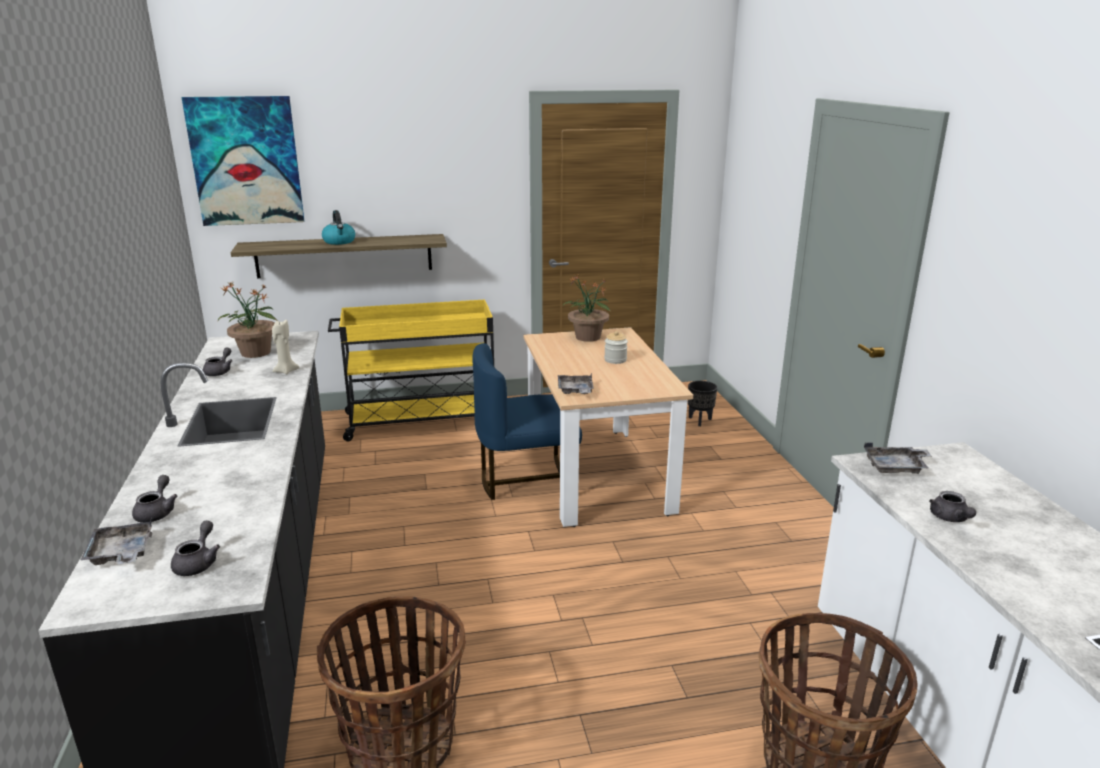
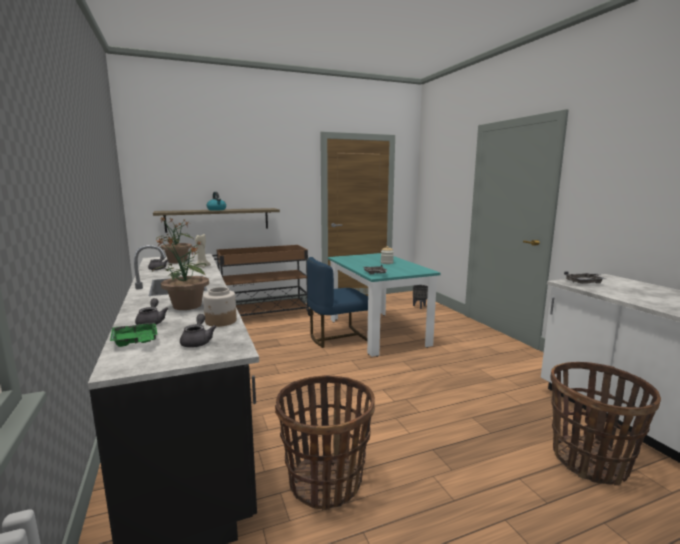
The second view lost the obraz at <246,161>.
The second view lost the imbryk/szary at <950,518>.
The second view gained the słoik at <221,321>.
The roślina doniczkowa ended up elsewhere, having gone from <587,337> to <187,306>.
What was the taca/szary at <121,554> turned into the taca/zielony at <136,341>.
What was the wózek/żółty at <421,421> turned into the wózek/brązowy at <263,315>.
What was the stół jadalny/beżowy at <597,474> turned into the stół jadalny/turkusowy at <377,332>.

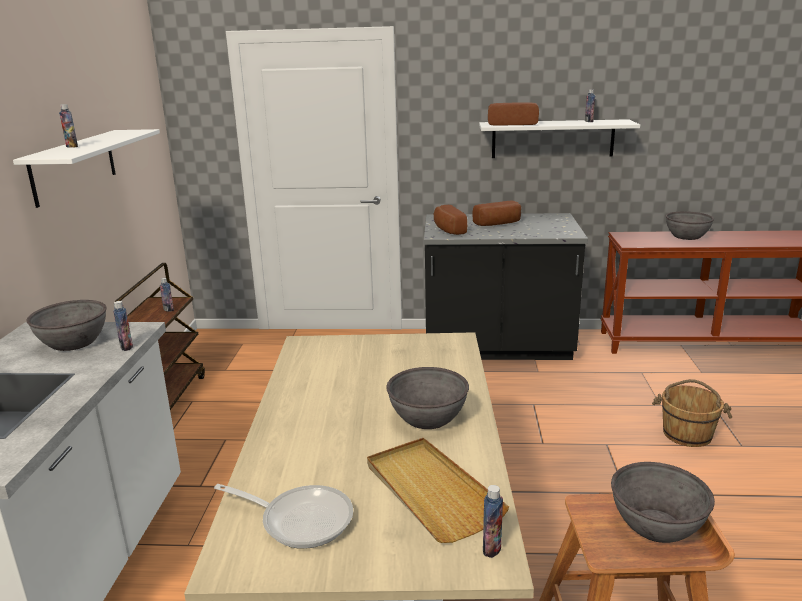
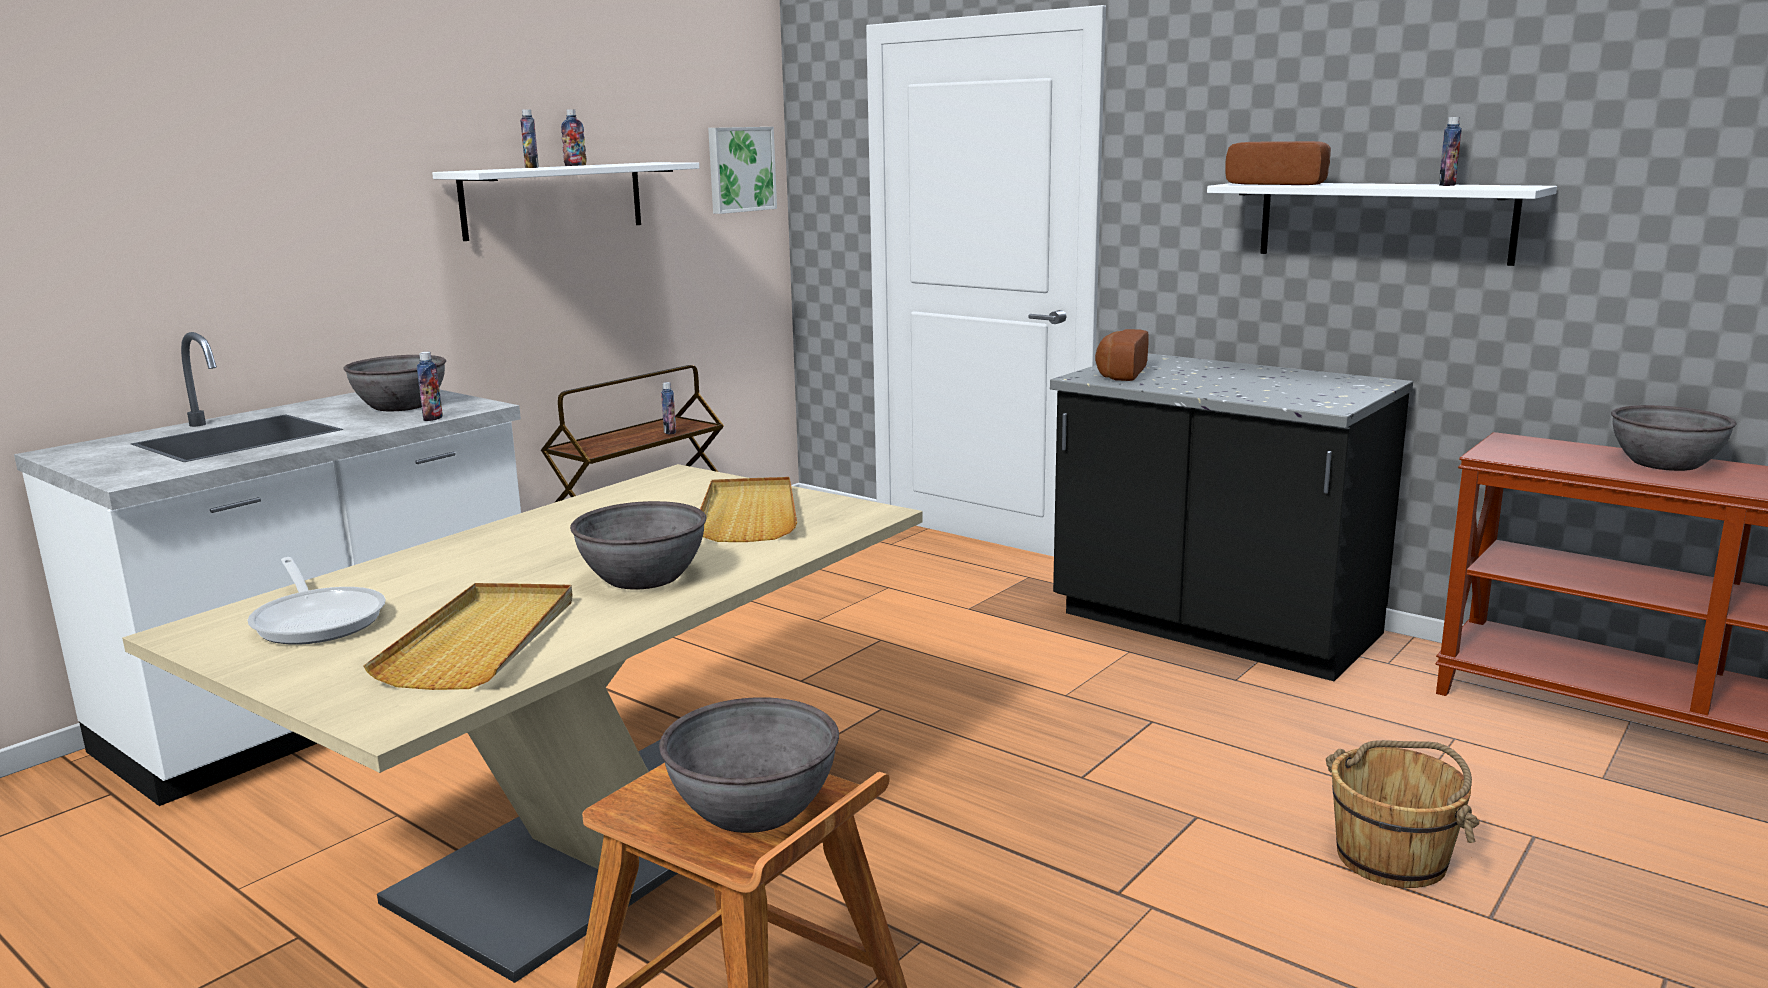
The second view lost the chleb at <499,224>.
The second view gained the taca/beżowy at <749,514>.
The second view gained the obraz at <740,169>.
The butelka ended up elsewhere, having gone from <492,548> to <575,165>.

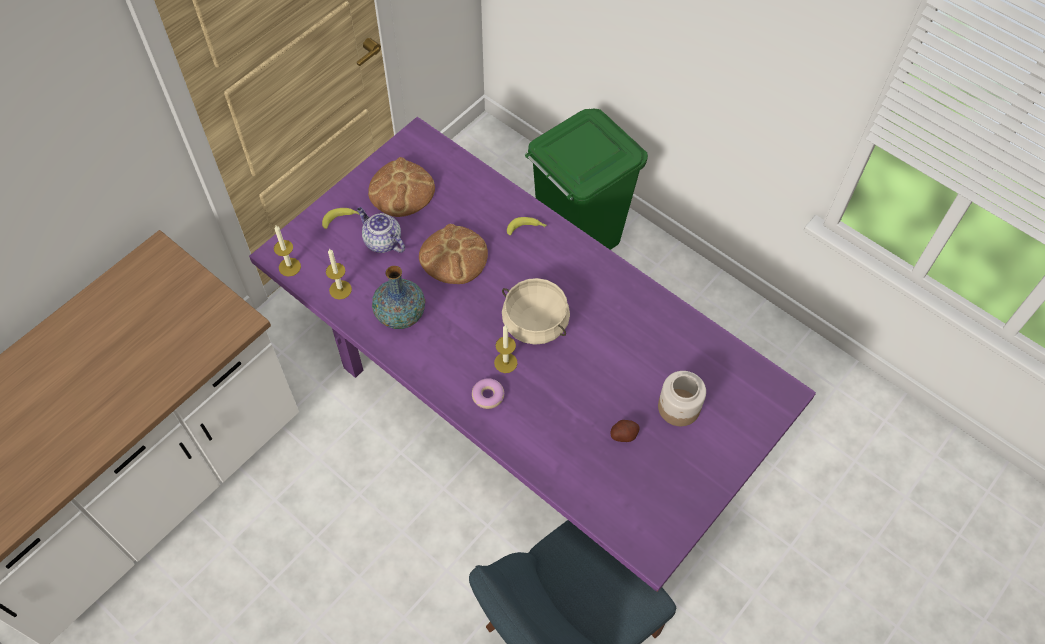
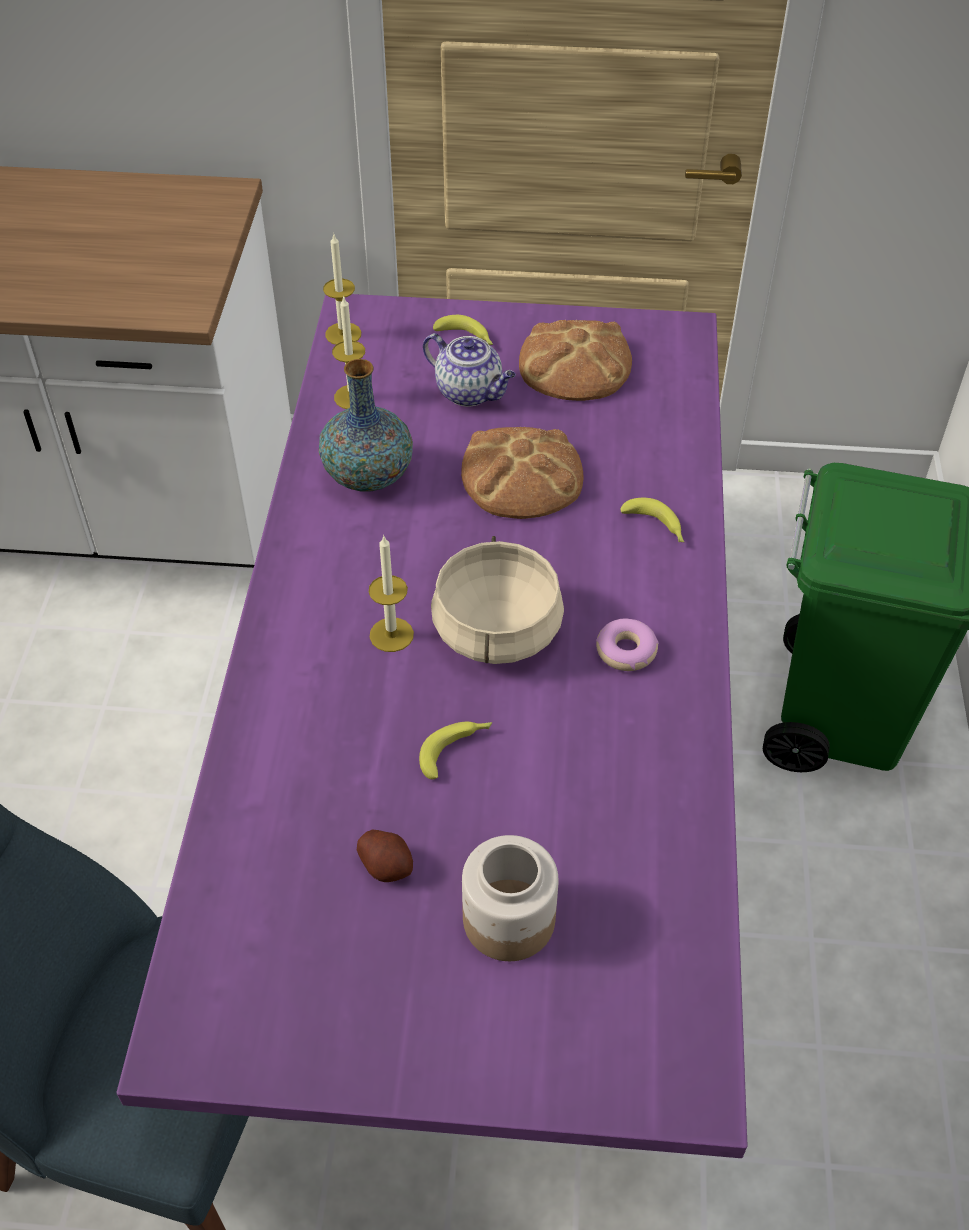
The second view gained the banan at <456,750>.
The donut ended up elsewhere, having gone from <488,396> to <626,651>.
The imbryk at <382,241> ended up facing another way, 120 degrees clockwise from before.

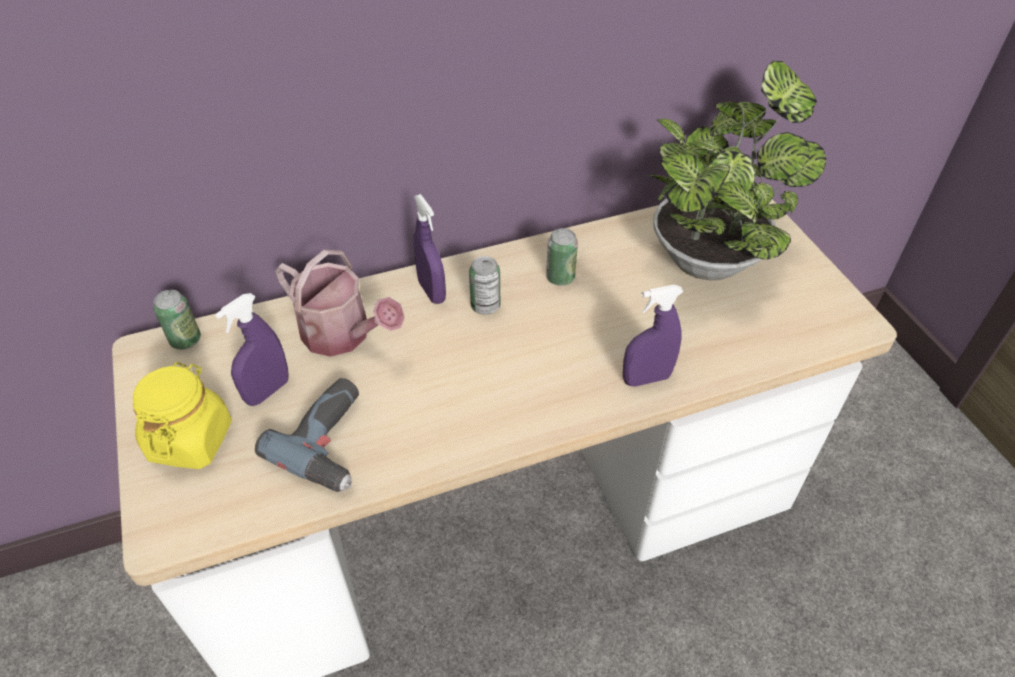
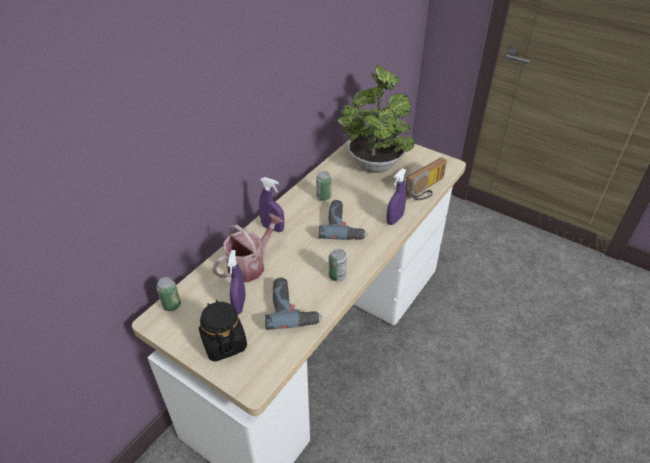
The second view gained the wiertarka at <344,225>.
The second view gained the radio at <426,190>.
The puszka ended up elsewhere, having gone from <485,306> to <337,276>.
What was the słoik/żółty at <191,440> turned into the słoik/czarny at <224,343>.
The konewka at <343,335> ended up facing another way, 45 degrees counterclockwise from before.

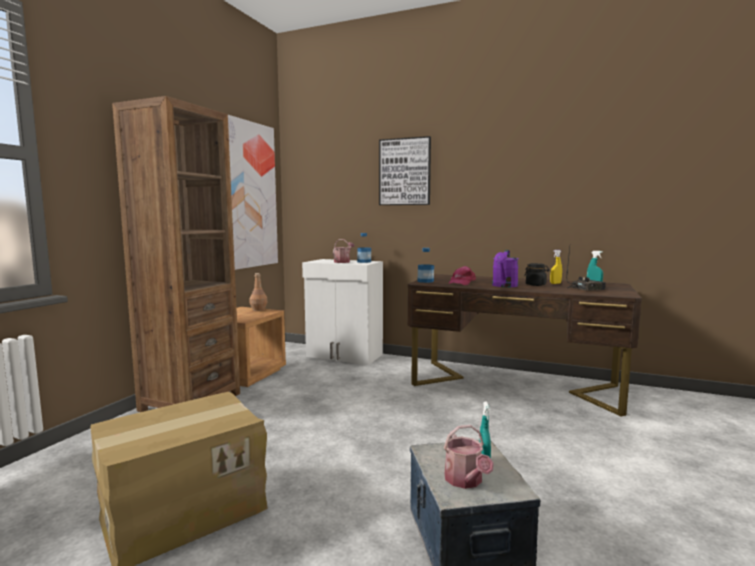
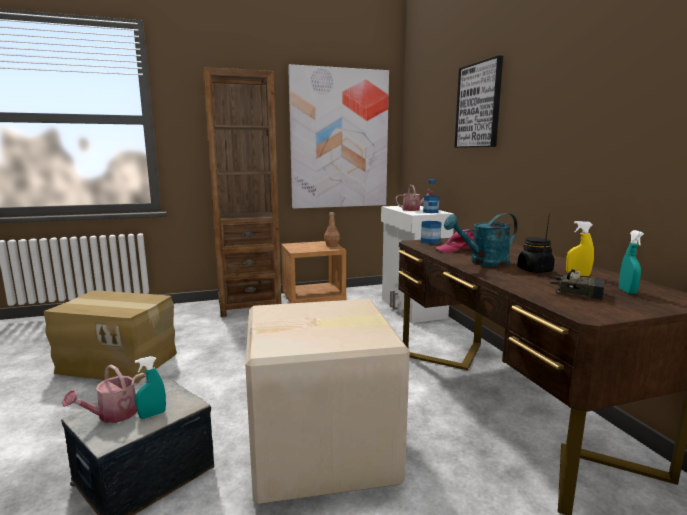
The second view gained the karton at <324,449>.
What was the konewka/fioletowy at <504,286> turned into the konewka/turkusowy at <483,263>.

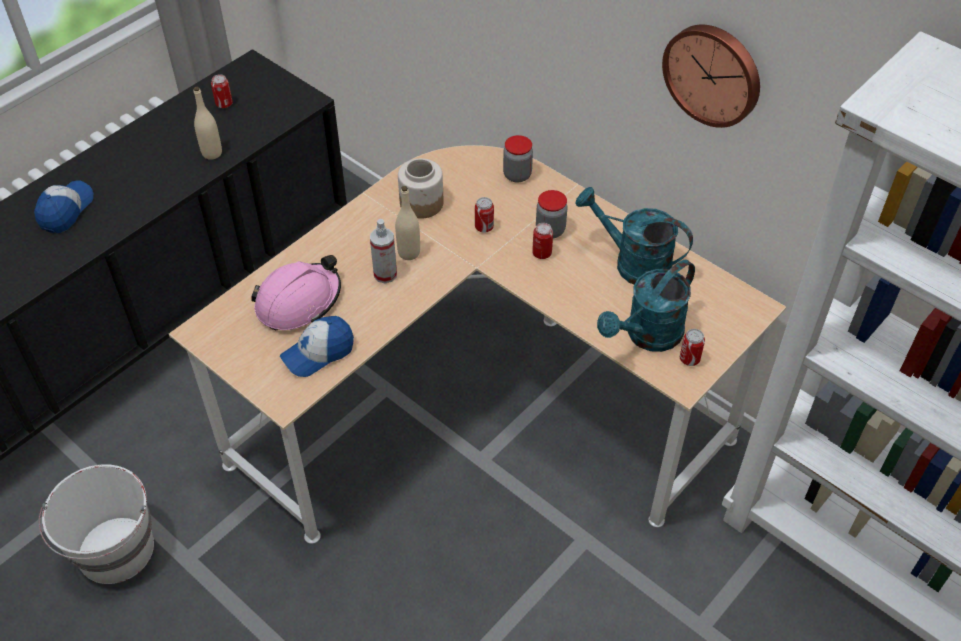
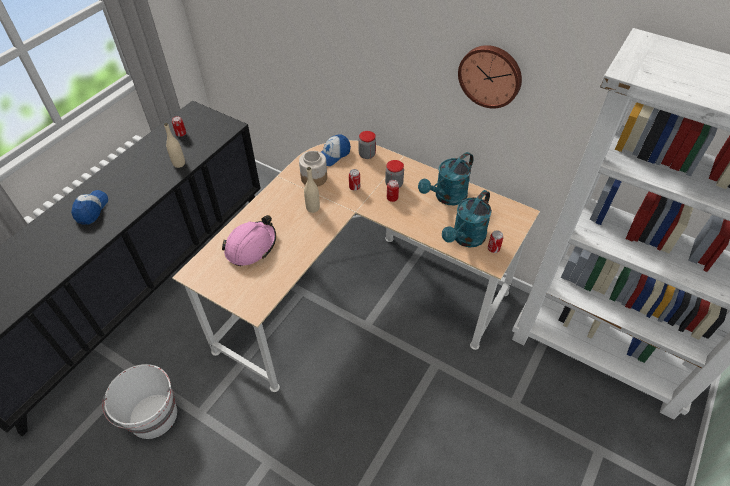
The second view lost the spryskiwacz at <385,274>.
The czapka z daszkiem ended up elsewhere, having gone from <318,353> to <333,155>.
The konewka/turkusowy at <633,263> ended up facing another way, 60 degrees counterclockwise from before.

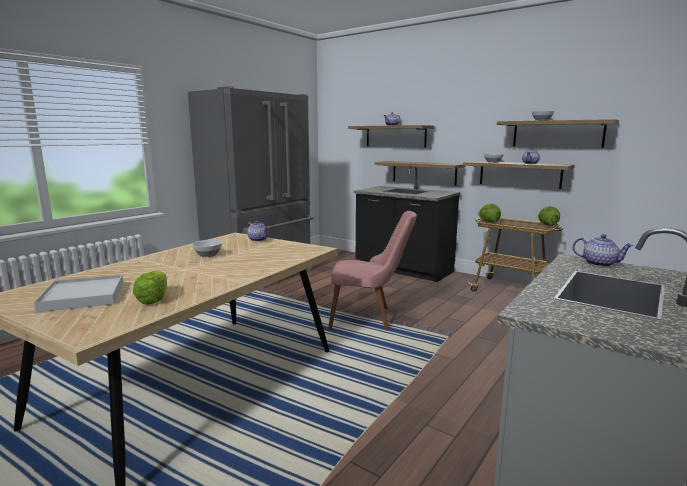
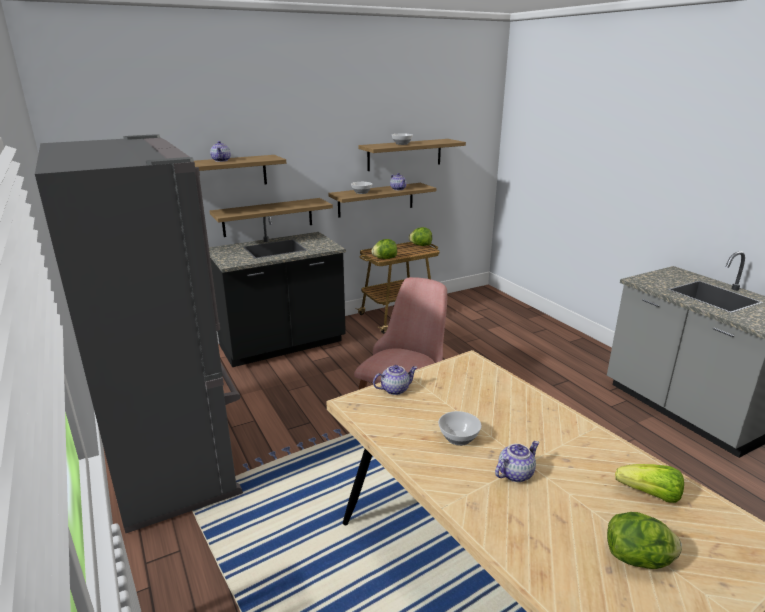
The imbryk ended up elsewhere, having gone from <599,264> to <515,473>.
Where the taca/biały stood at <83,296>, the sałata came to stand at <638,559>.

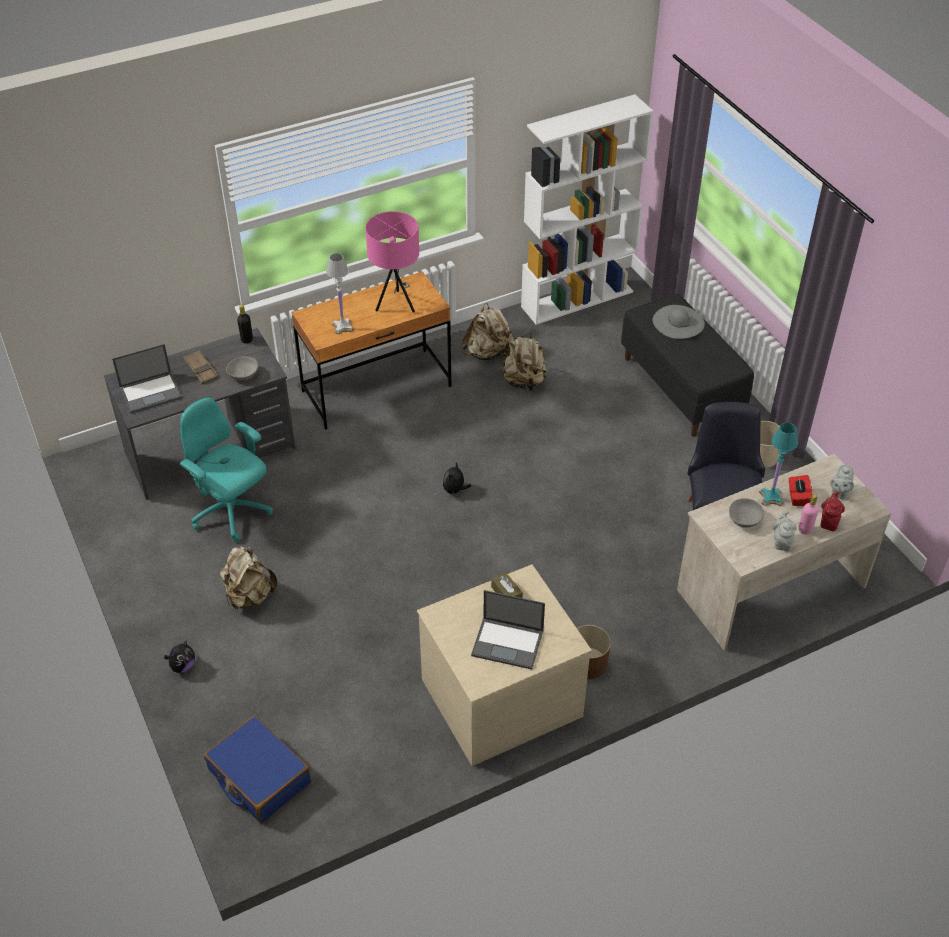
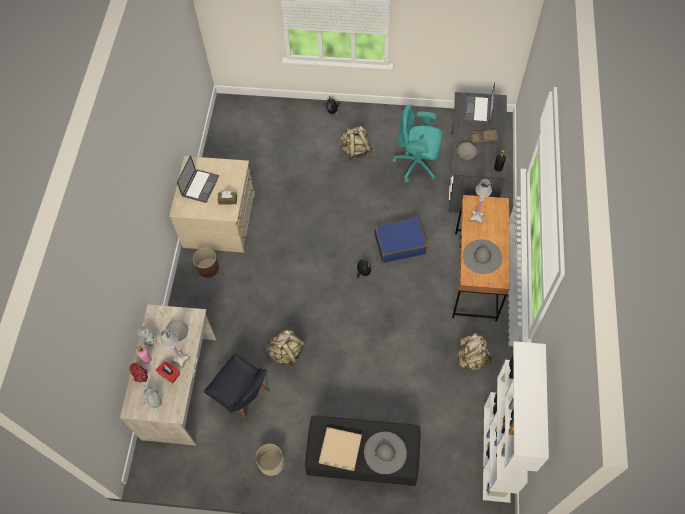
The second view gained the taca/beżowy at <340,449>.
The walizka/niebieski ended up elsewhere, having gone from <259,777> to <400,243>.
The plecak/beżowy ended up elsewhere, having gone from <524,381> to <287,352>.
Where the lampa stołowa/różowy stood at <397,303>, the kapelusz/szary came to stand at <482,257>.
What was the lampa stołowa/turkusowy at <771,497> turned into the lampa stołowa/biały at <180,359>.
The krzesło biurowe/turkusowy at <232,513> ended up facing another way, 150 degrees counterclockwise from before.
The laptop at <508,643> ended up facing another way, 150 degrees clockwise from before.

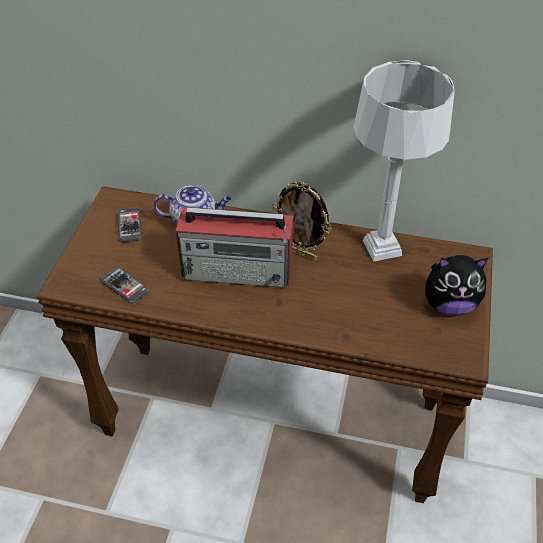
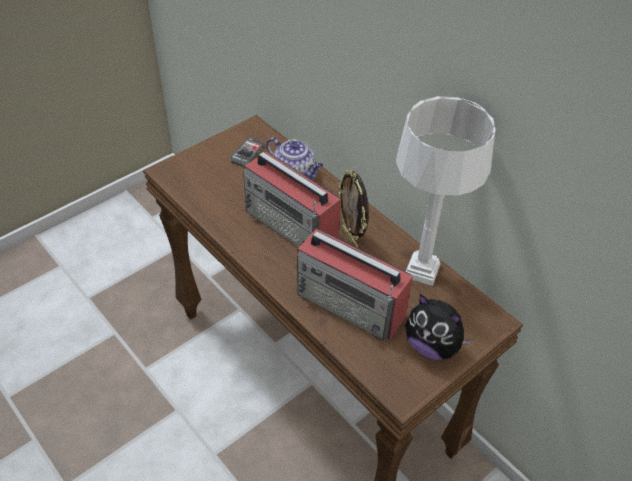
The second view lost the telefon at <124,286>.
The second view gained the radio at <351,305>.

